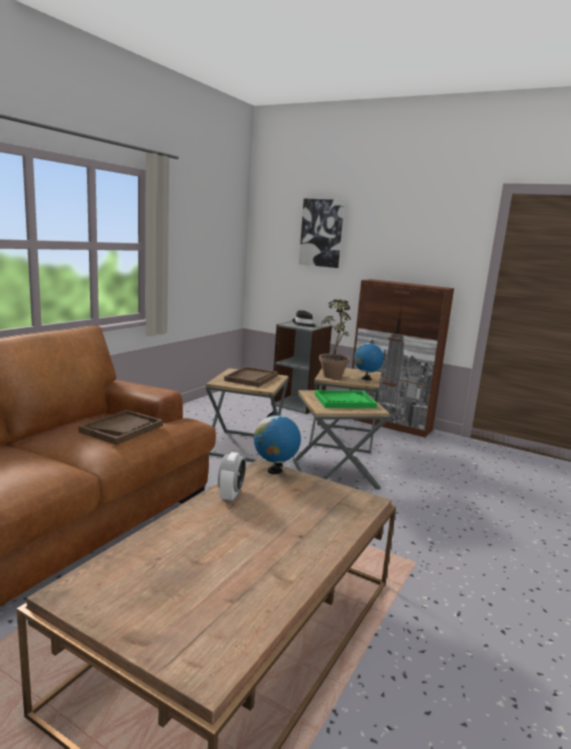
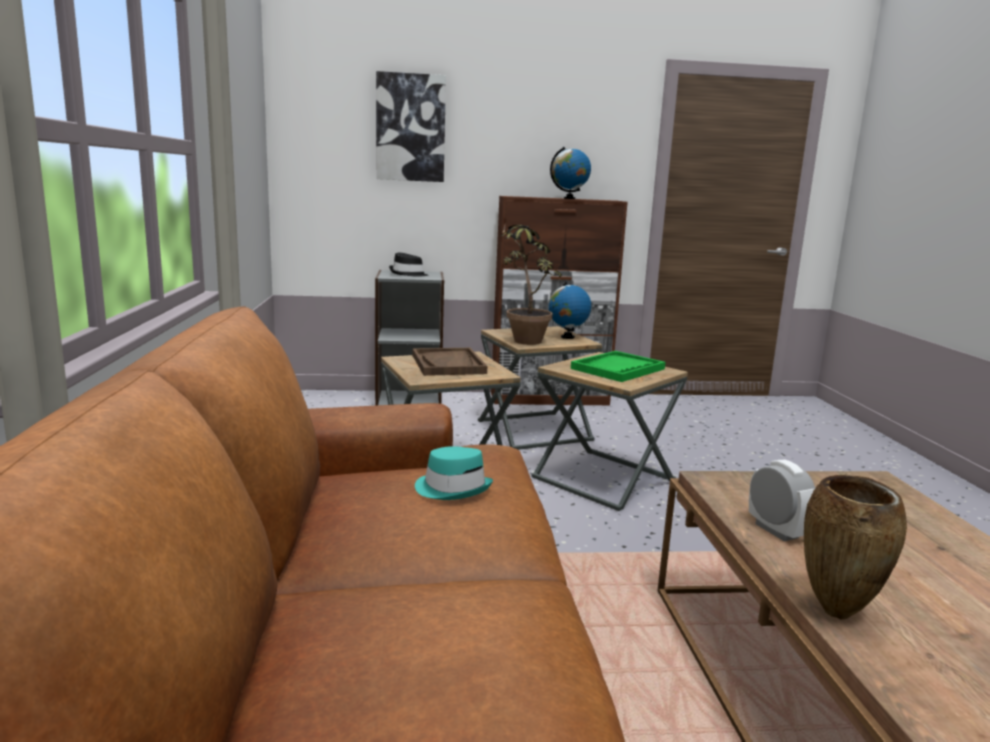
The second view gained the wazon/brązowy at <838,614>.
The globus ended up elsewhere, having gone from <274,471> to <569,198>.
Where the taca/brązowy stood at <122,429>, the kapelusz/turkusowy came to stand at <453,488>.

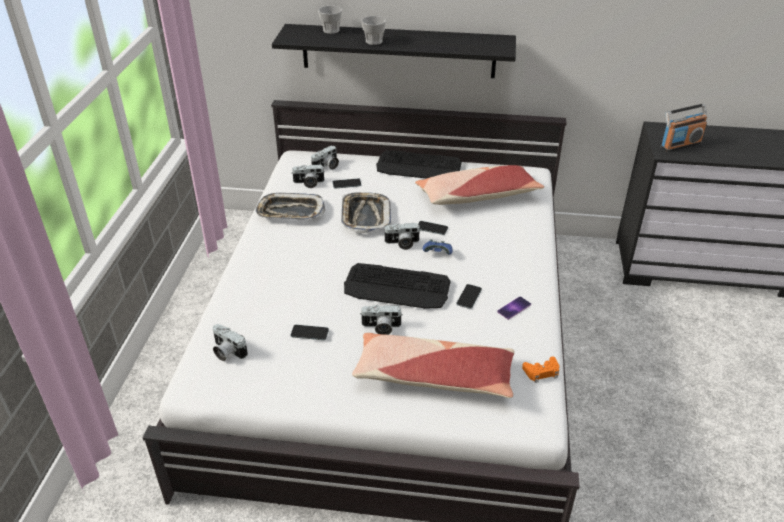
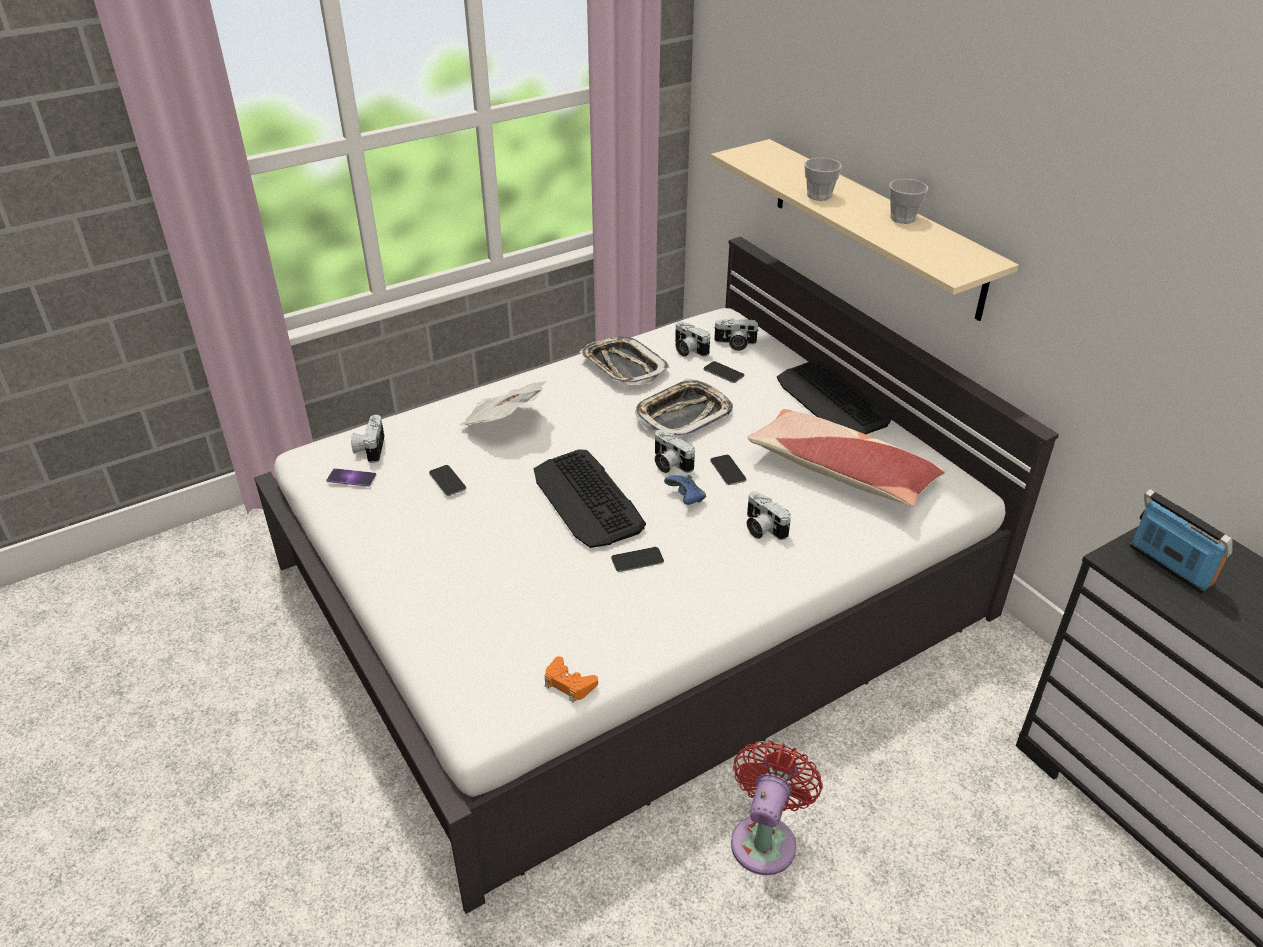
The second view lost the poduszka at <433,376>.
The second view gained the gazeta at <504,423>.
The second view gained the wentylator/czerwony at <765,838>.
The filiżanka ended up elsewhere, having gone from <331,30> to <903,218>.
The aparat fotograficzny ended up elsewhere, having gone from <381,327> to <762,528>.
The telefon ended up elsewhere, having gone from <514,308> to <351,478>.
What was the półka/czarny at <398,51> turned into the półka/beżowy at <875,226>.
The radio at <680,145> ended up facing another way, 150 degrees counterclockwise from before.

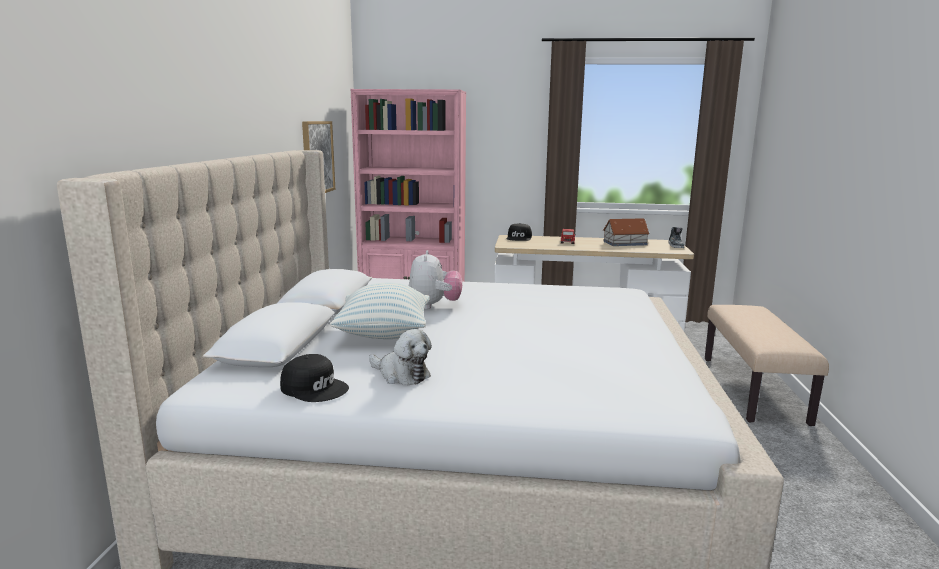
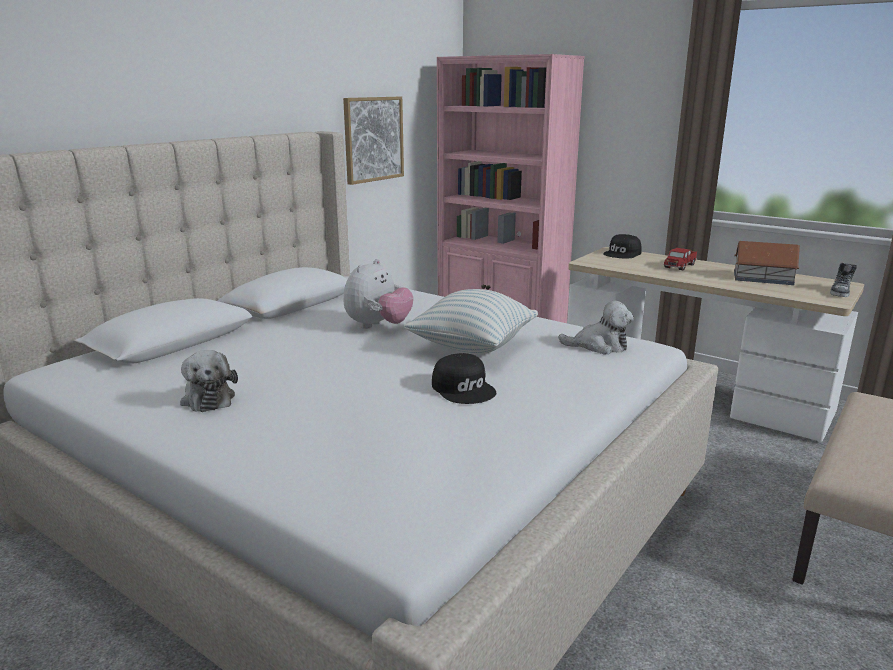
The second view gained the pluszak at <599,346>.
The czapka z daszkiem/czarny ended up elsewhere, having gone from <315,387> to <464,388>.
The poduszka ended up elsewhere, having gone from <384,334> to <472,347>.

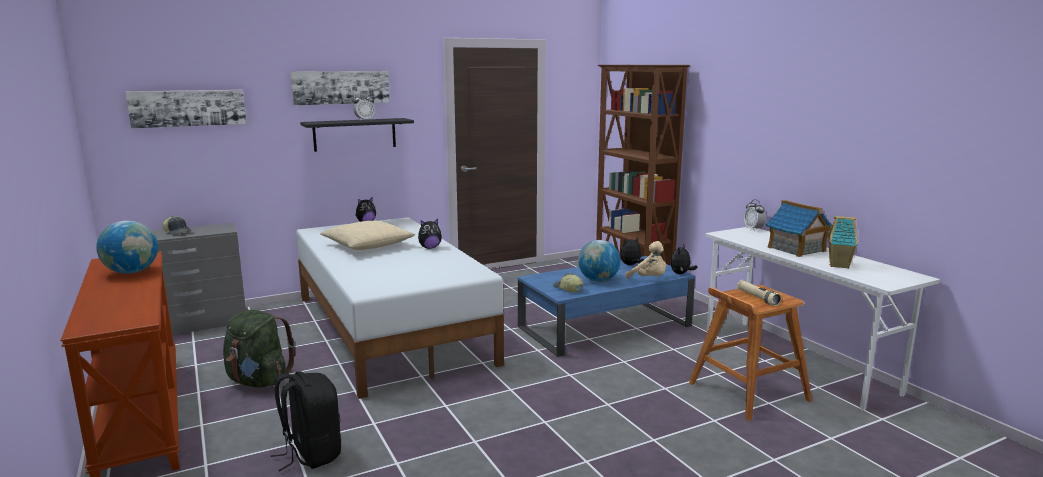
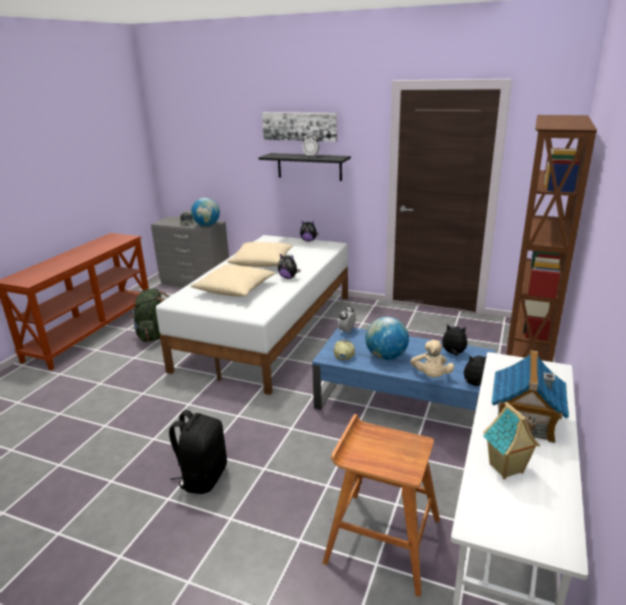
The second view lost the obraz at <188,108>.
The second view lost the latarka/beżowy at <757,298>.
The second view gained the poduszka/beżowy at <235,289>.
The globus ended up elsewhere, having gone from <132,272> to <207,225>.
The plecak/czarny ended up elsewhere, having gone from <311,454> to <203,477>.
The budzik ended up elsewhere, having gone from <753,229> to <346,331>.

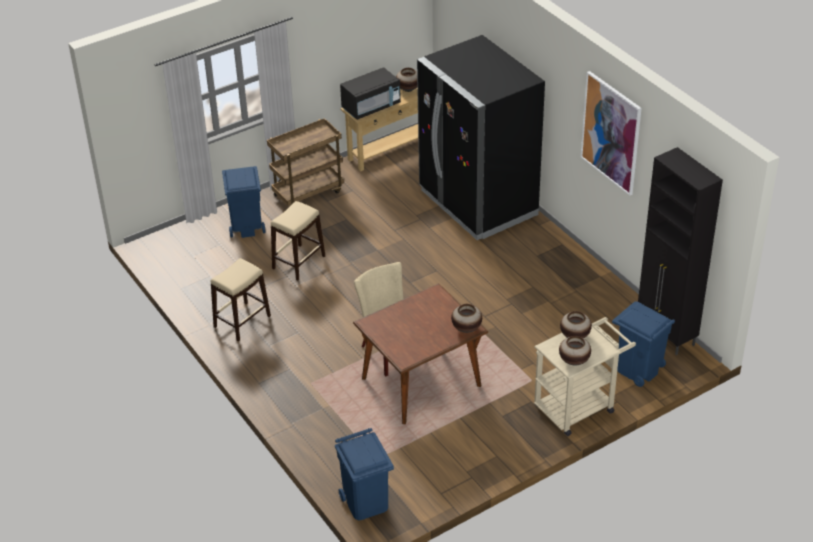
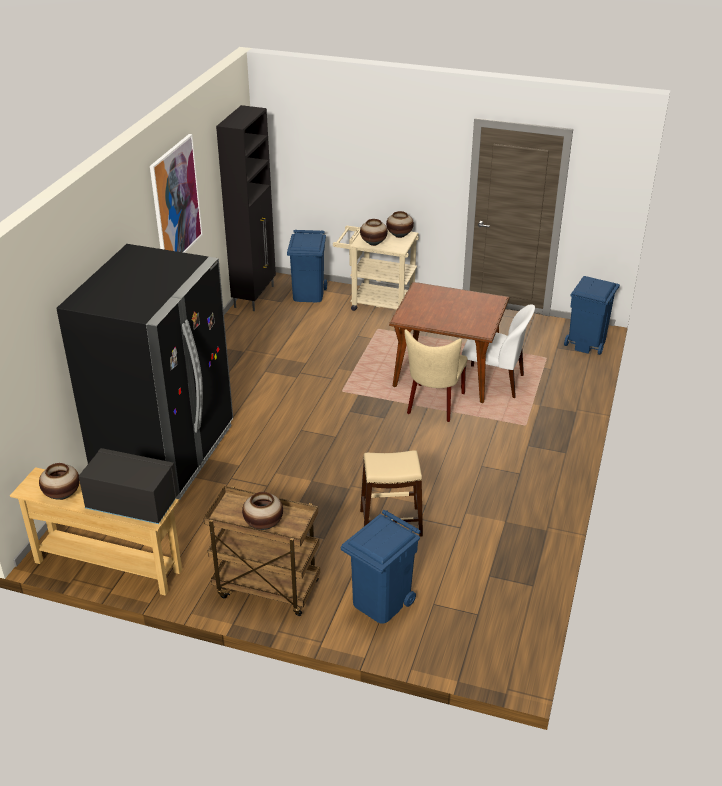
The second view lost the stołek/beżowy at <242,321>.
The second view gained the krzesło/biały at <494,382>.
The wazon ended up elsewhere, having gone from <466,328> to <264,525>.

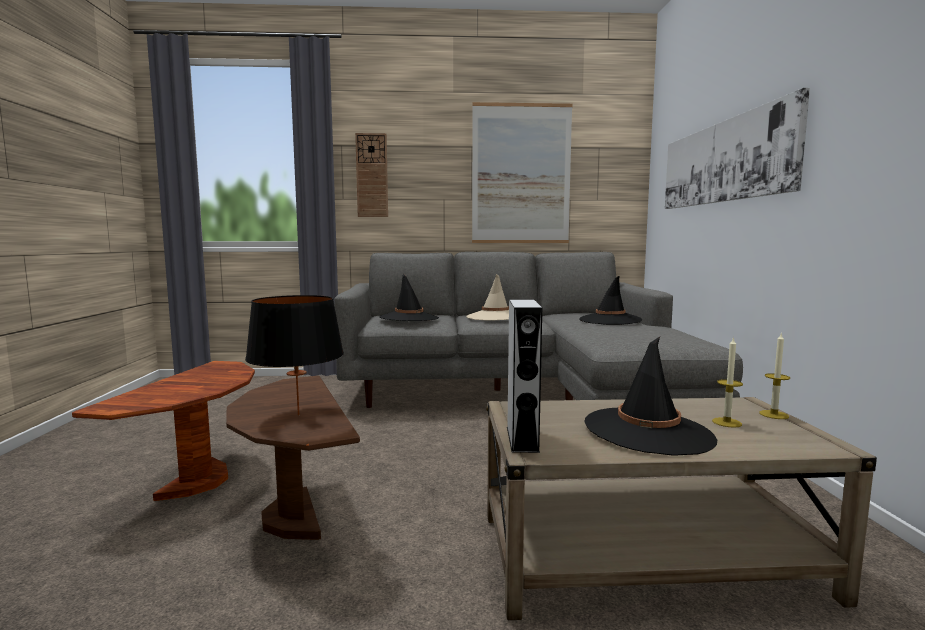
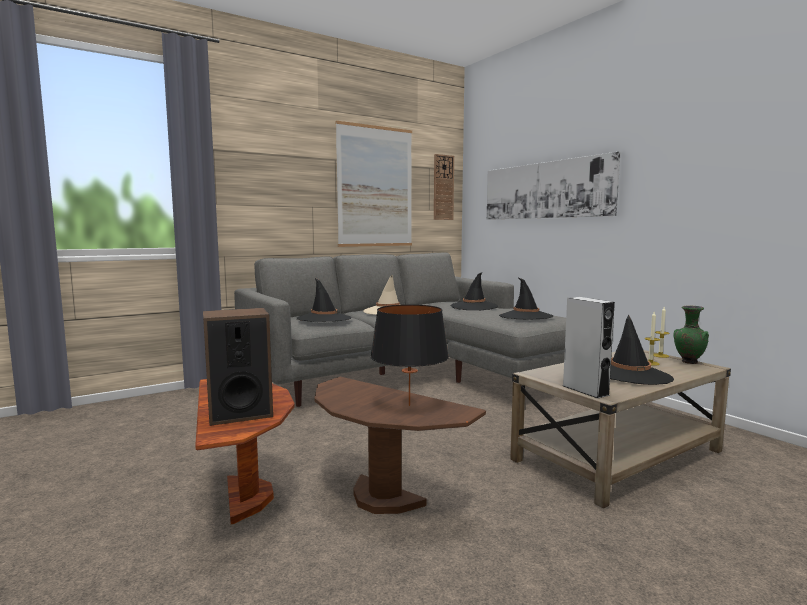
The second view gained the głośnik at <240,413>.
The second view gained the kapelusz/czarny at <525,316>.
The second view gained the wazon/zielony at <688,362>.
The zegar ścienny ended up elsewhere, having gone from <372,175> to <443,187>.

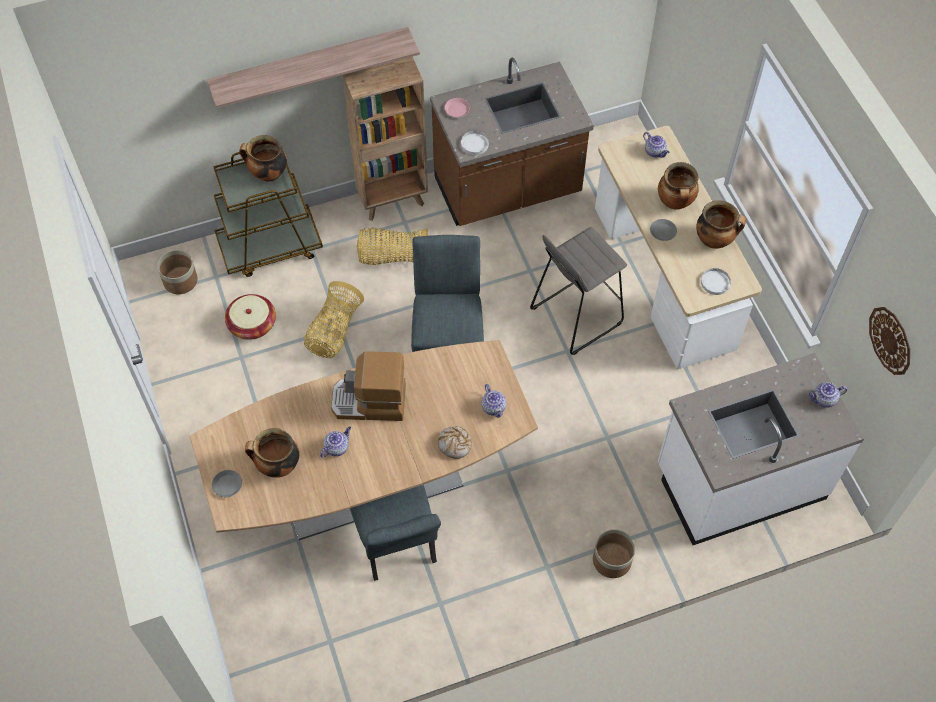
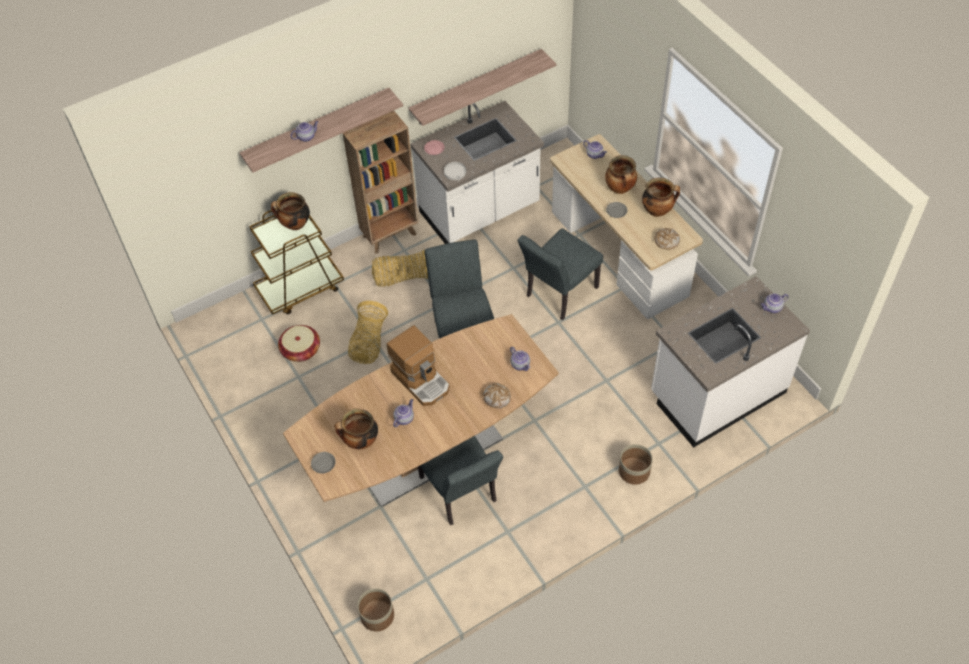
The second view lost the zegar ścienny at <890,340>.
The second view gained the imbryk at <306,137>.
The second view gained the półka at <476,87>.
The donica ended up elsewhere, having gone from <180,281> to <377,616>.
Where the stołek/szary stood at <576,315>, the krzesło/szary came to stand at <558,294>.
Where the talerz/biały stood at <715,282>, the chleb came to stand at <666,241>.
What was the zabudowa kuchenna/brązowy at <507,189> turned into the zabudowa kuchenna/biały at <480,210>.
The ekspres do kawy at <370,402> ended up facing another way, 120 degrees counterclockwise from before.

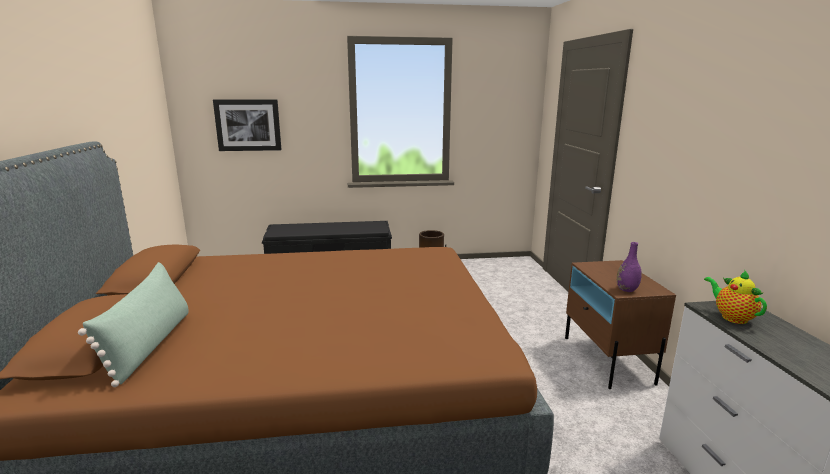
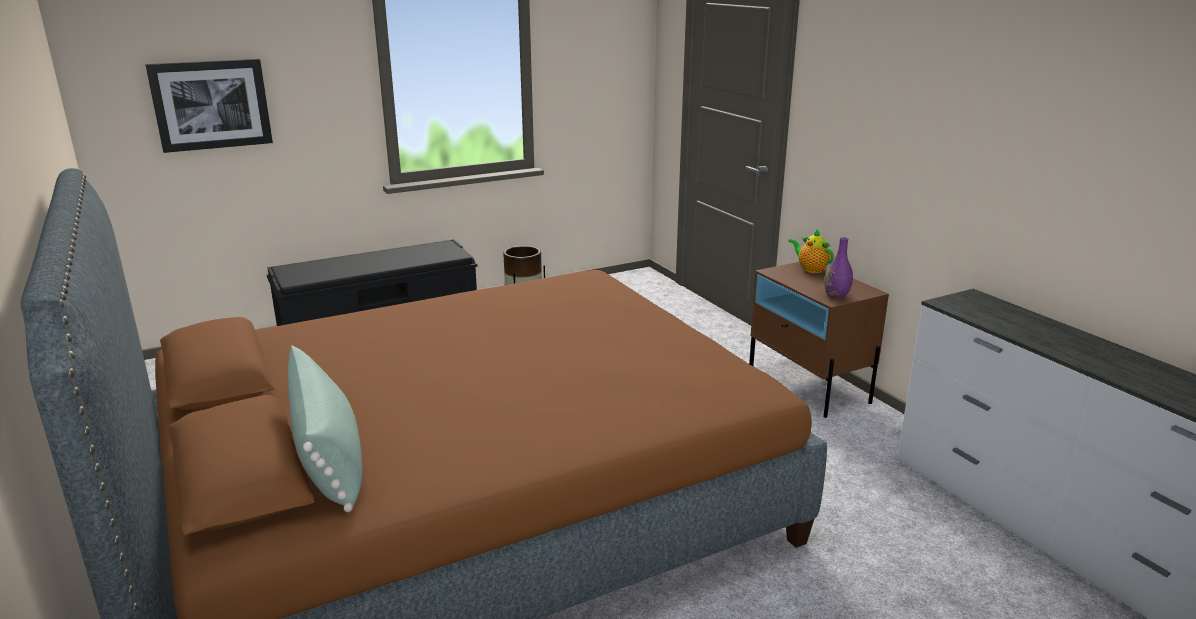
The imbryk ended up elsewhere, having gone from <731,317> to <810,269>.

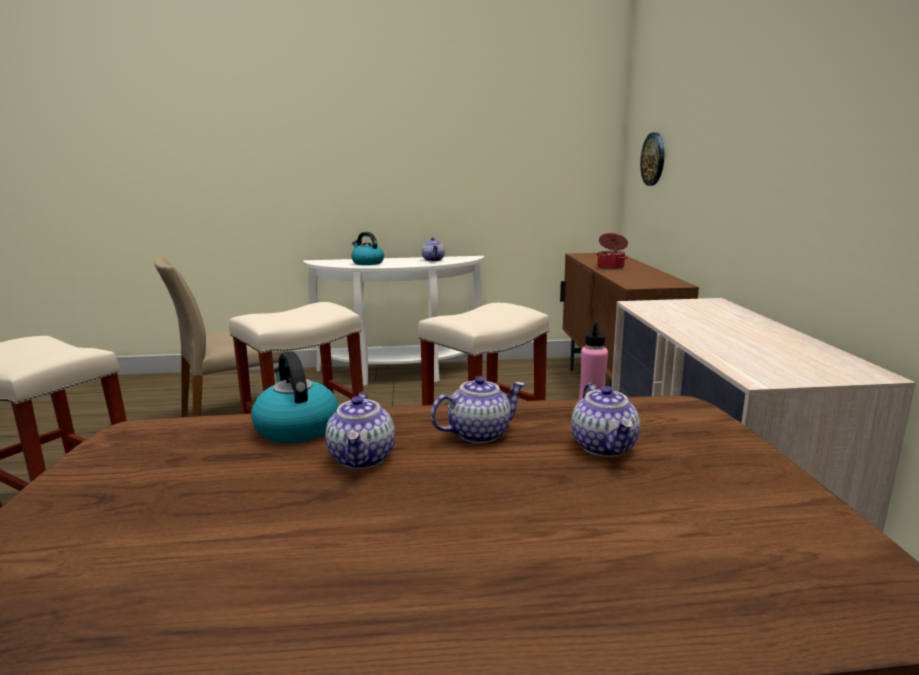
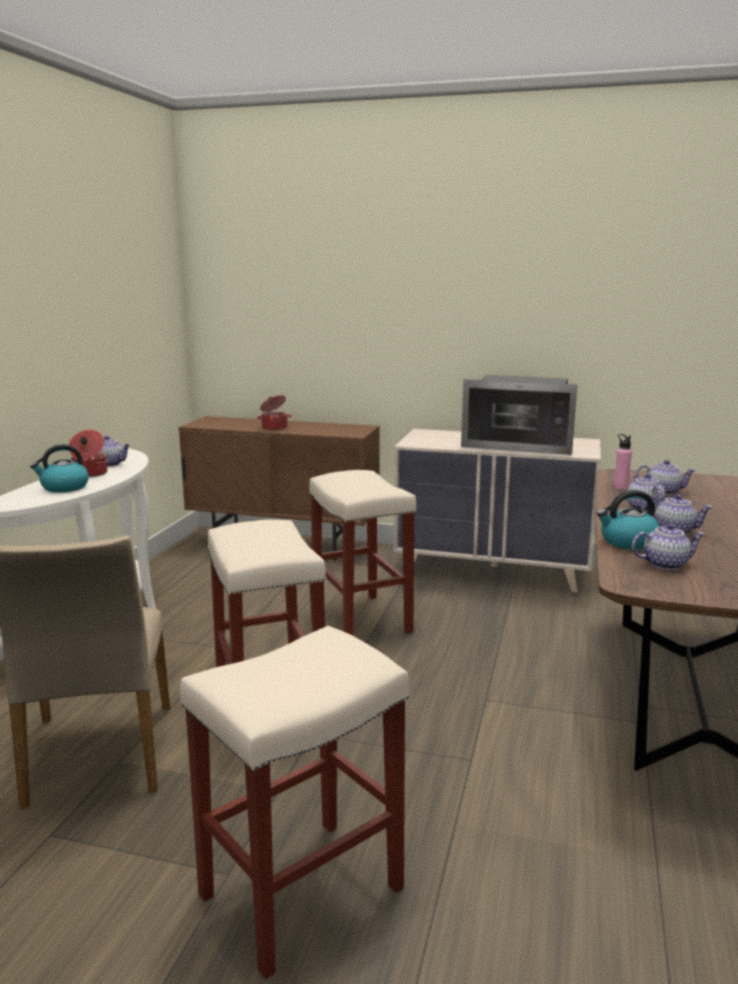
The second view lost the zegar ścienny at <653,159>.
The second view gained the garnek at <90,474>.
The second view gained the mikrofalówka at <519,444>.
The second view gained the imbryk at <665,564>.

